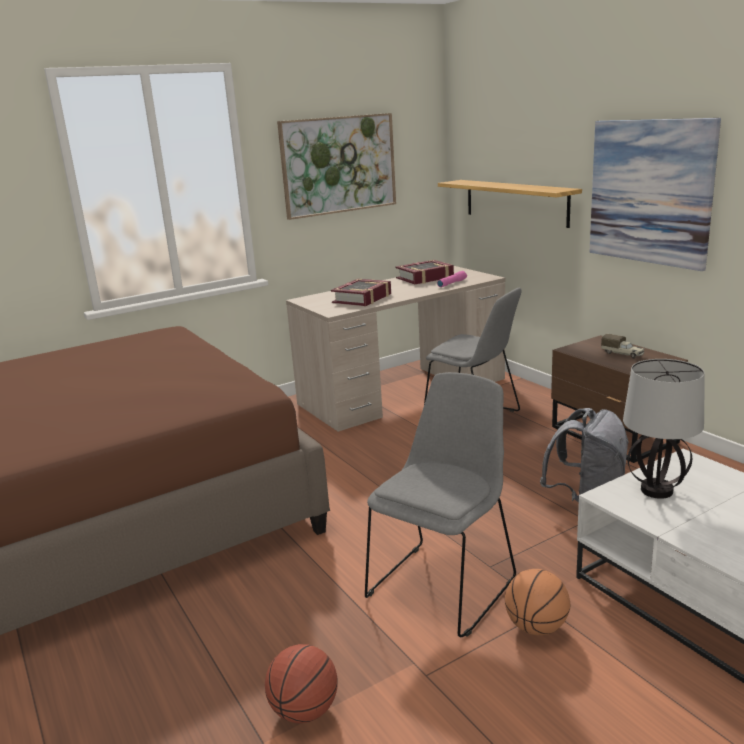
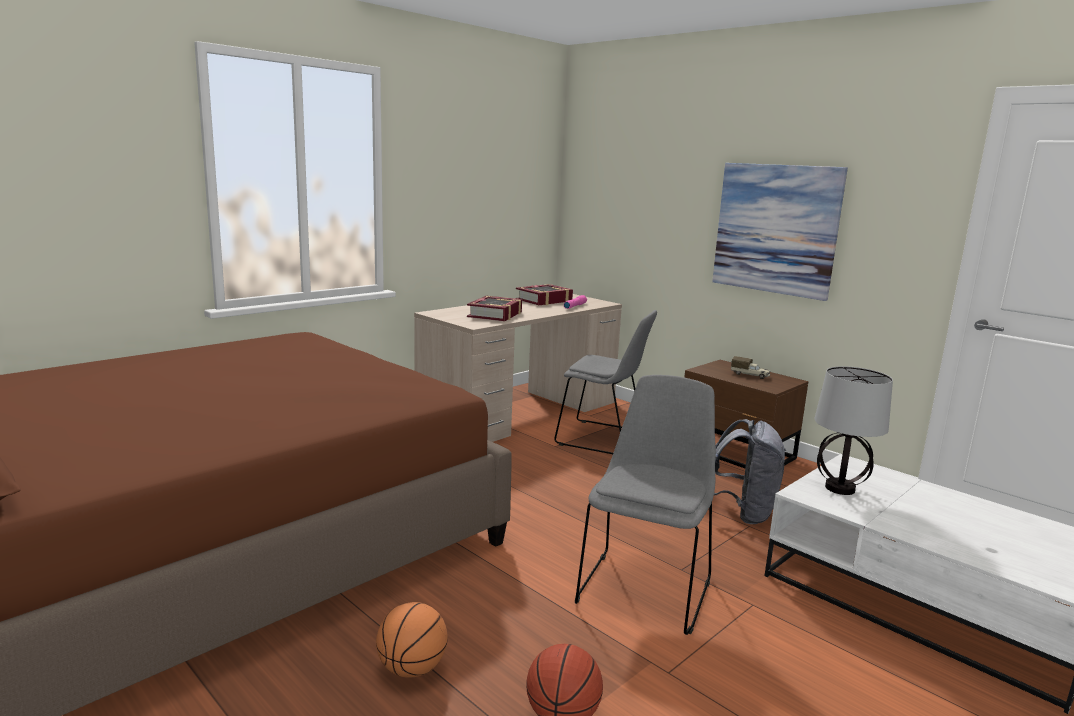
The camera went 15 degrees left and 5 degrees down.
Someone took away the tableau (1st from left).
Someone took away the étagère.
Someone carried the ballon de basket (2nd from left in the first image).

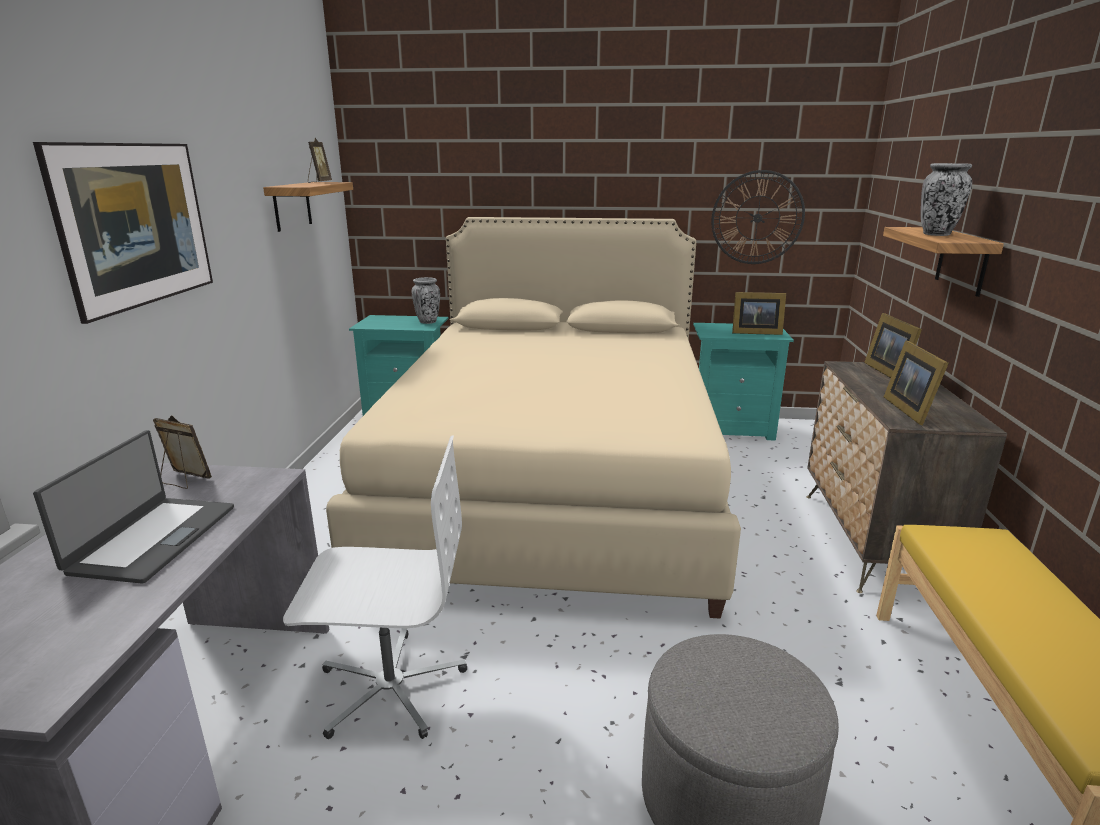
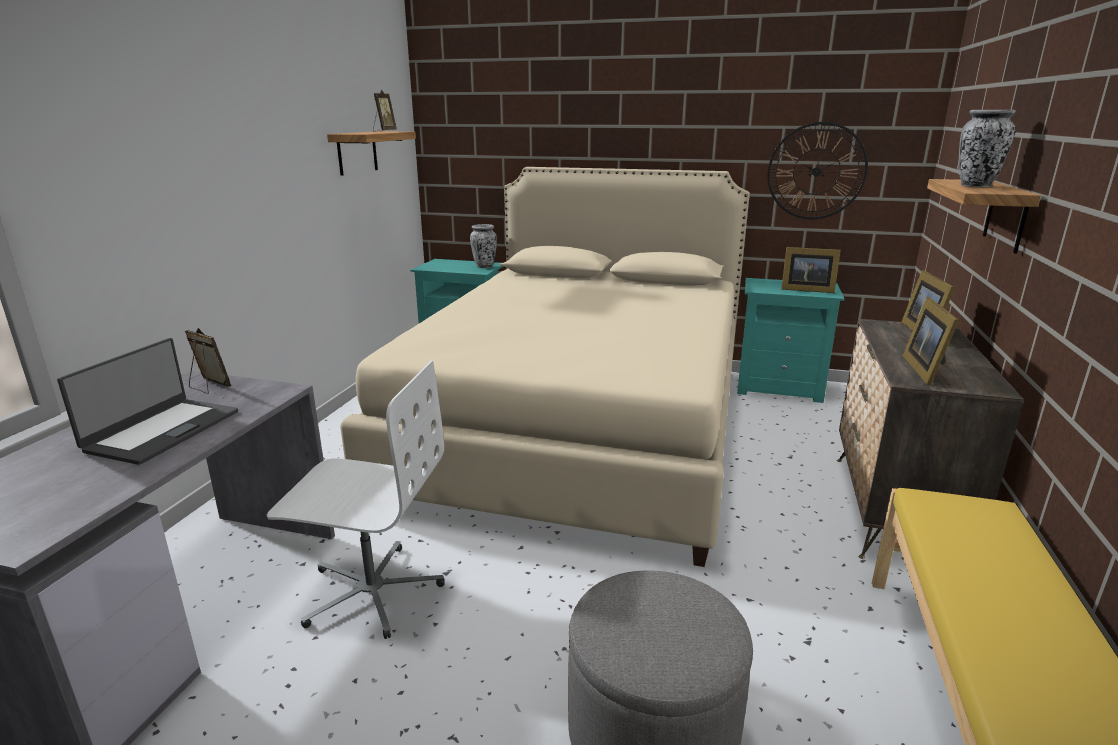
The camera went 10 degrees right and 0 degrees up.
Someone took away the tableau.

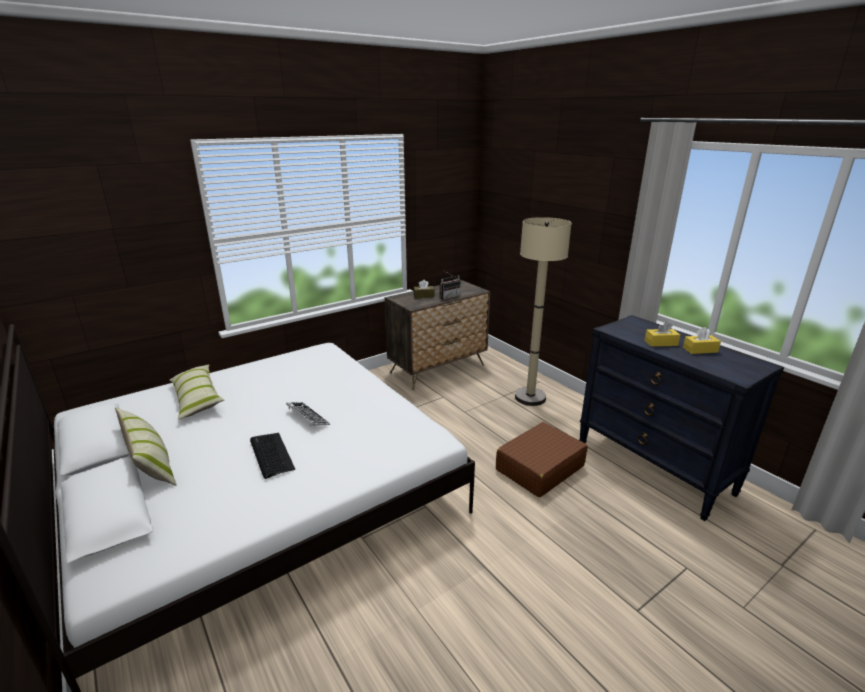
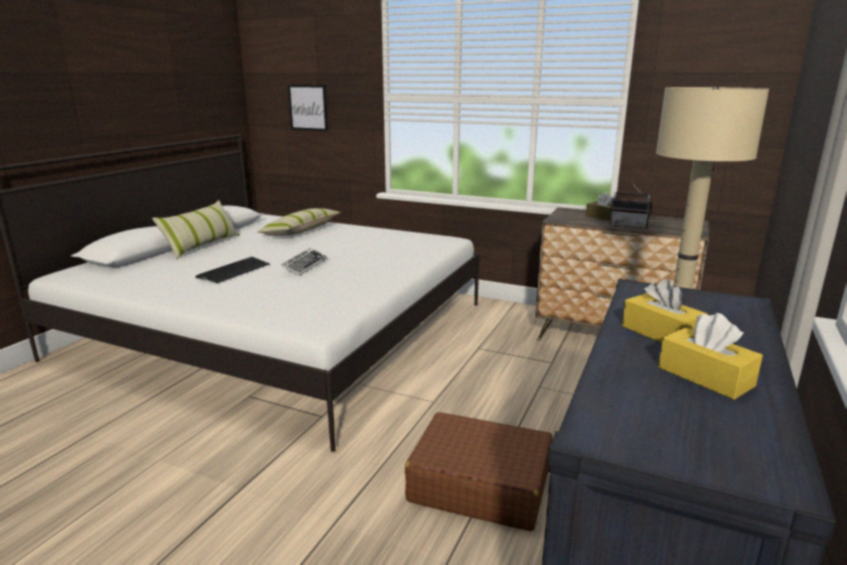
The camera went 60 degrees right and 5 degrees down.
Someone put up the tableau.

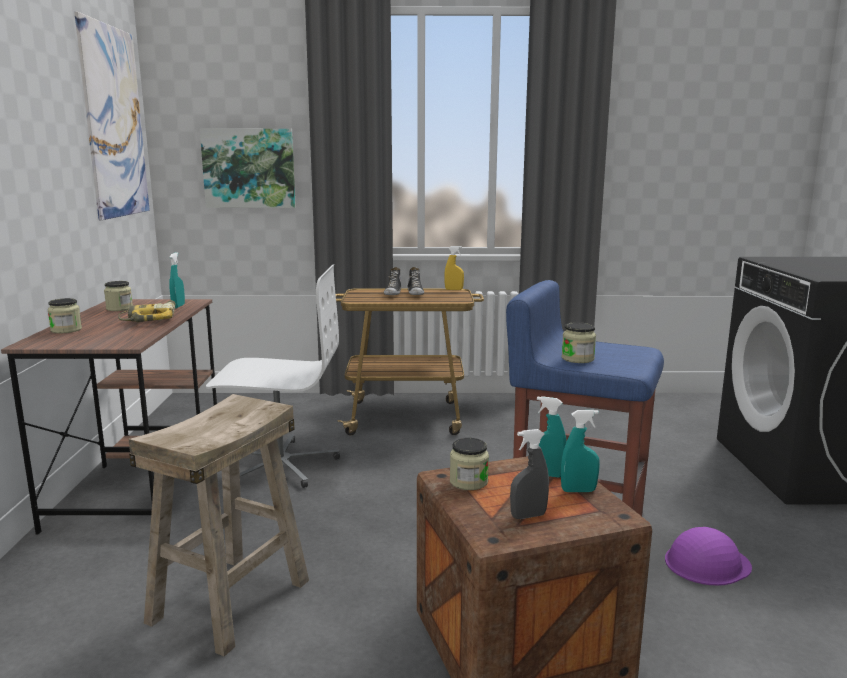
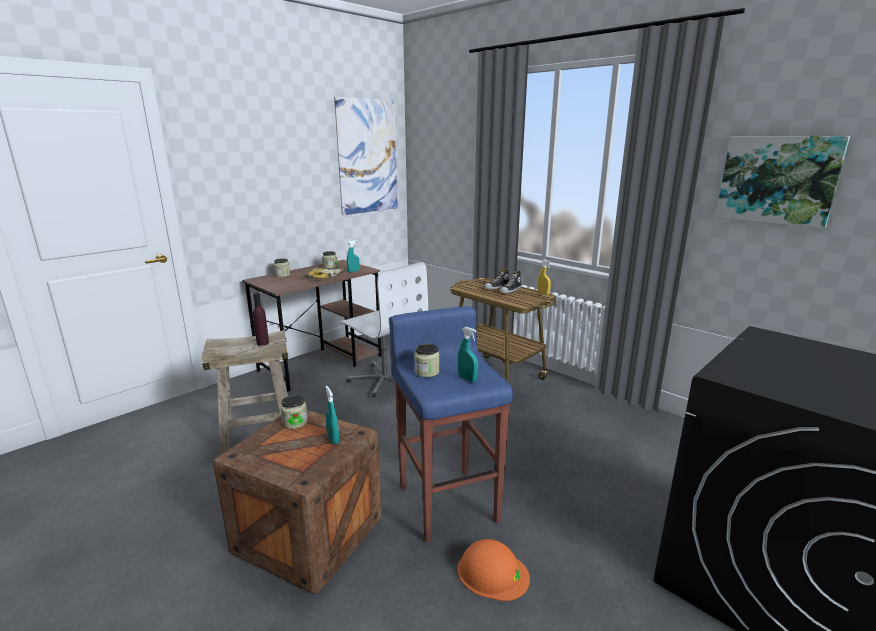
The camera went 45 degrees right and 5 degrees up.
Someone carried the tableau (2nd from left).
Someone took away the vaporisateur/gris.
Someone carried the vaporisateur/turquoise (3rd from left).
Someone repainted the casque de chantier/violet, which became the casque de chantier/orange.
Someone put down the bouteille/violet.

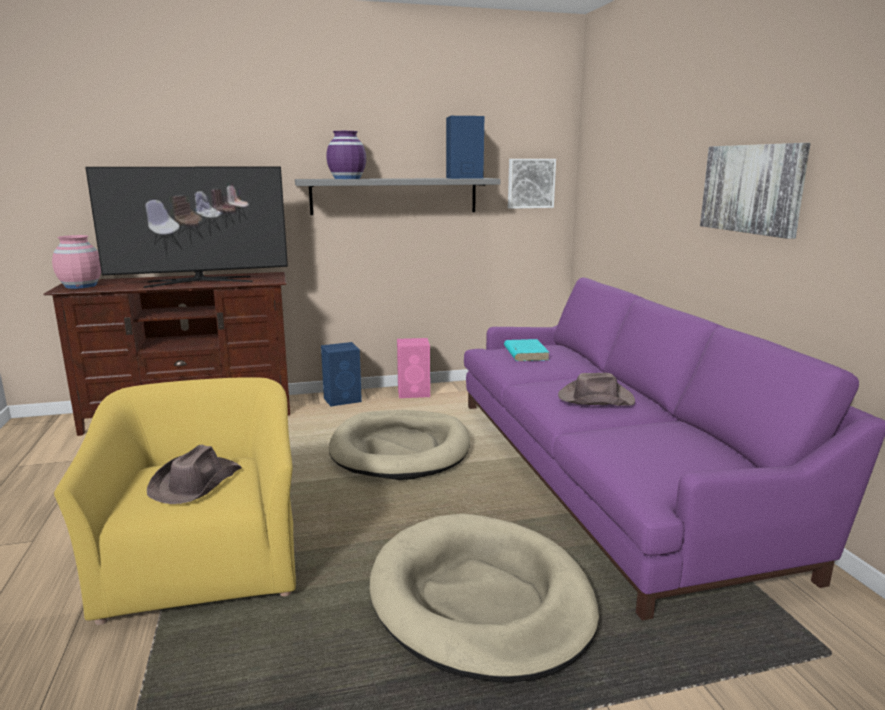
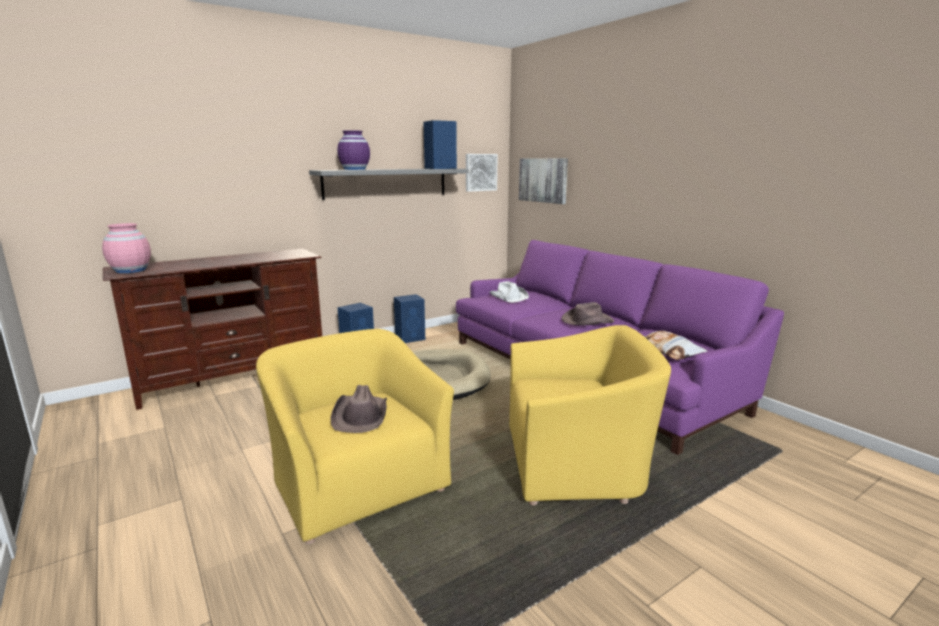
The camera went 20 degrees left and 0 degrees up.
Someone took away the téléviseur.
Someone swapped the panier pour chien/beige (2nd from left) for the fauteuil/jaune (2nd from left).
Someone repainted the enceinte/rose, which became the enceinte/bleu (2nd from left).
Someone swapped the livre/turquoise for the chapeau/blanc.
Someone carried the tableau (2nd from left).
Someone put down the coussin.

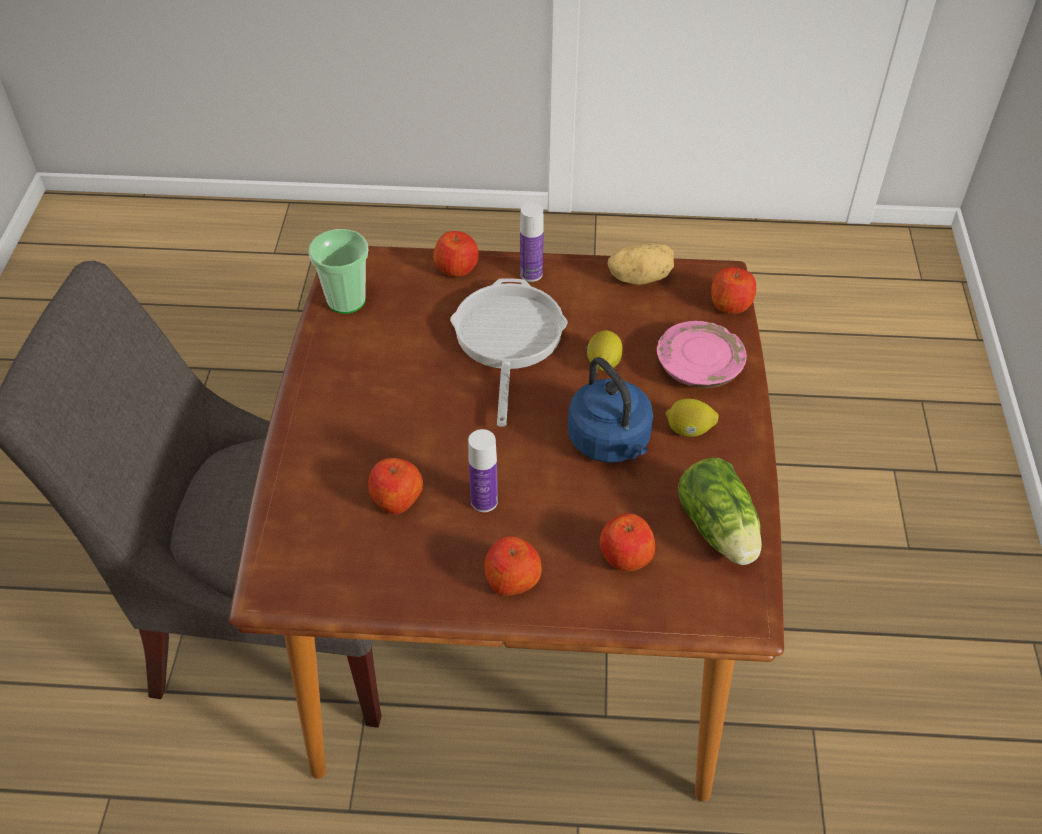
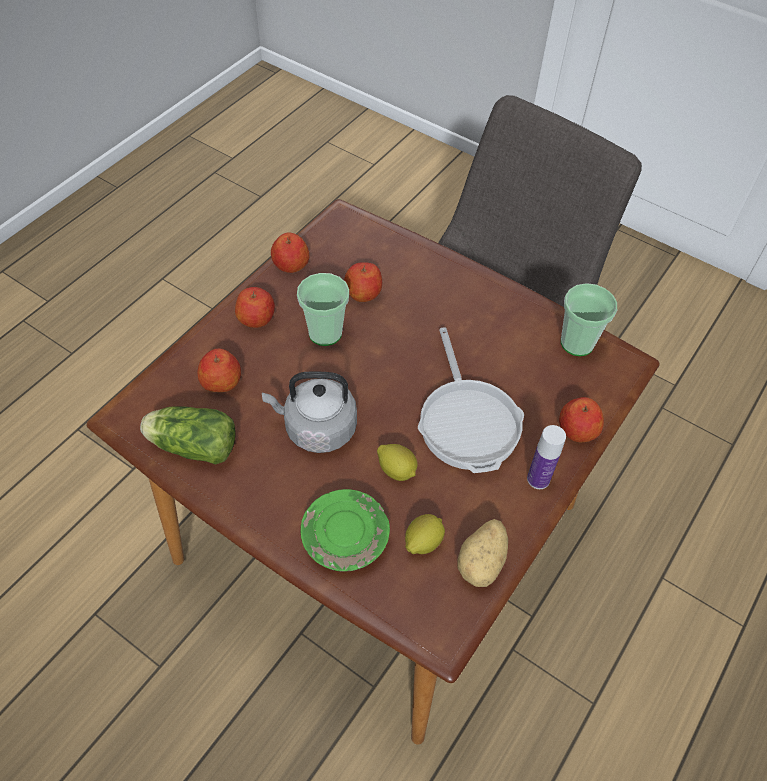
The camera went 120 degrees right and 5 degrees up.
Someone rotated the poêle by 45 degrees clockwise.
Someone swapped the bouteille (1st from left) for the tasse (1st from left).
Someone repainted the bouilloire/bleu, which became the bouilloire/gris.
Someone repainted the assiette/rose, which became the assiette/vert.
Someone carried the citron (2nd from left).
Someone carried the pomme (5th from left in the first image).

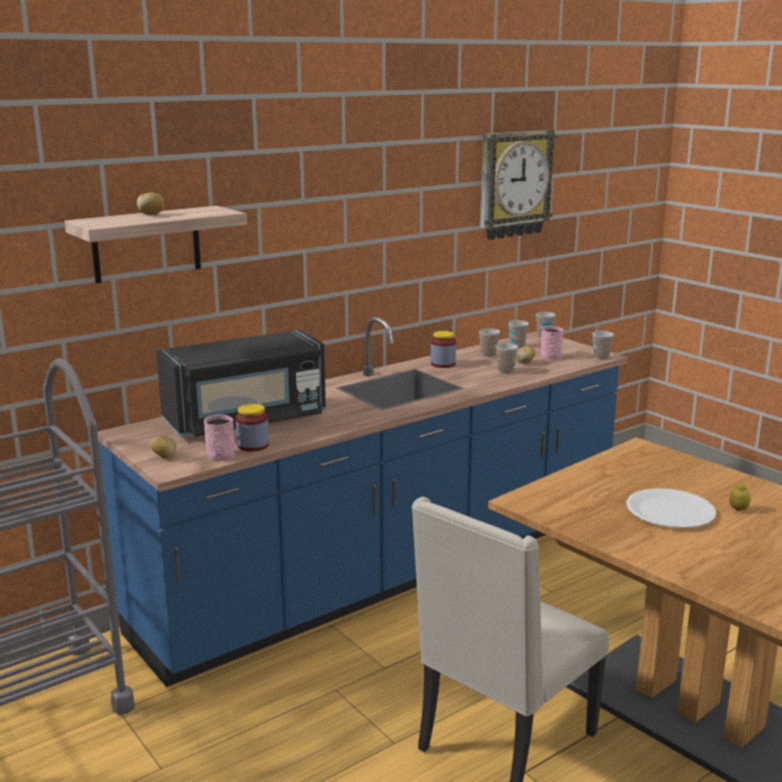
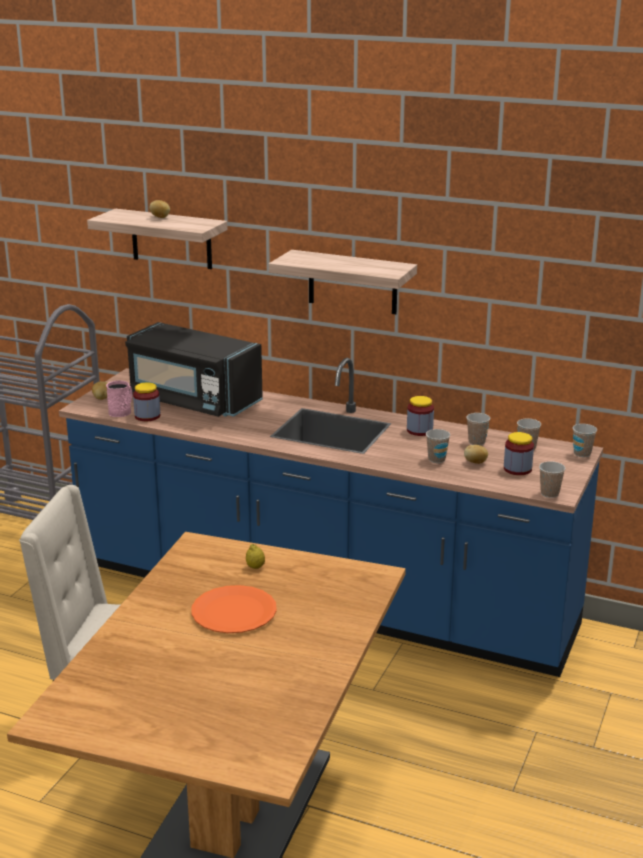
The camera went 60 degrees right and 5 degrees up.
Someone took away the horloge murale.
Someone swapped the mug/rose (2nd from left) for the bocal (3rd from left).
Someone repainted the assiette/blanc, which became the assiette/orange.
Someone carried the citron.
Someone put up the étagère (2nd from left).

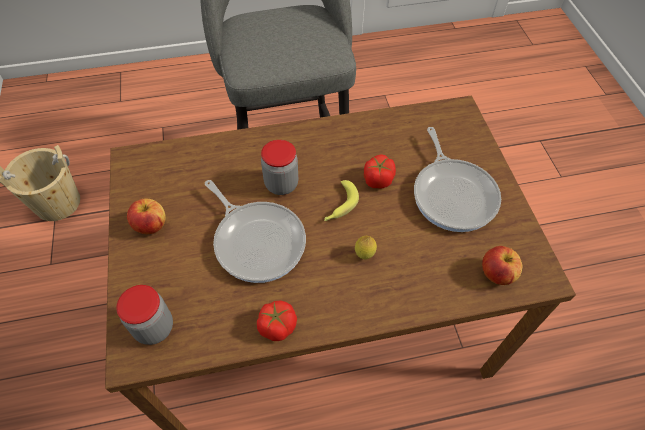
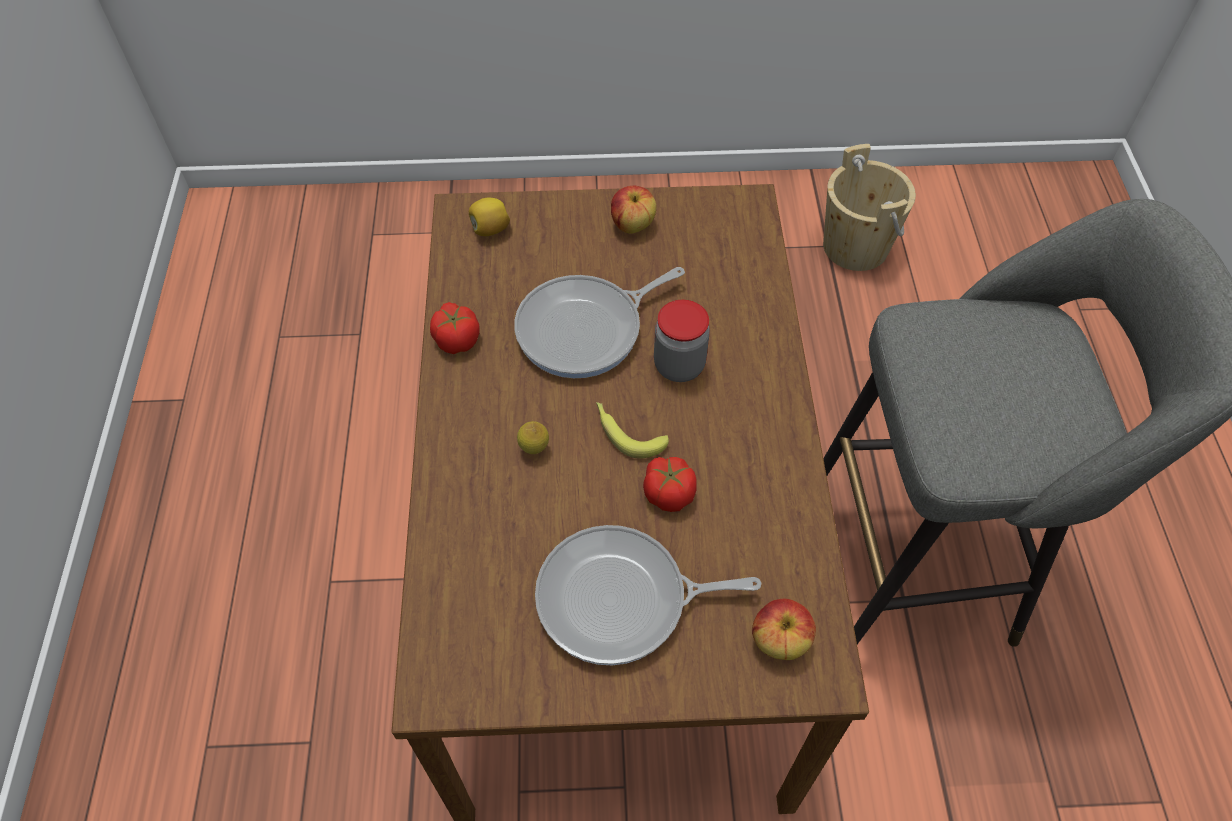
The camera went 100 degrees right and 0 degrees up.
Someone swapped the bocal (1st from left) for the citron (1st from left).
Someone carried the pomme (2nd from left).

